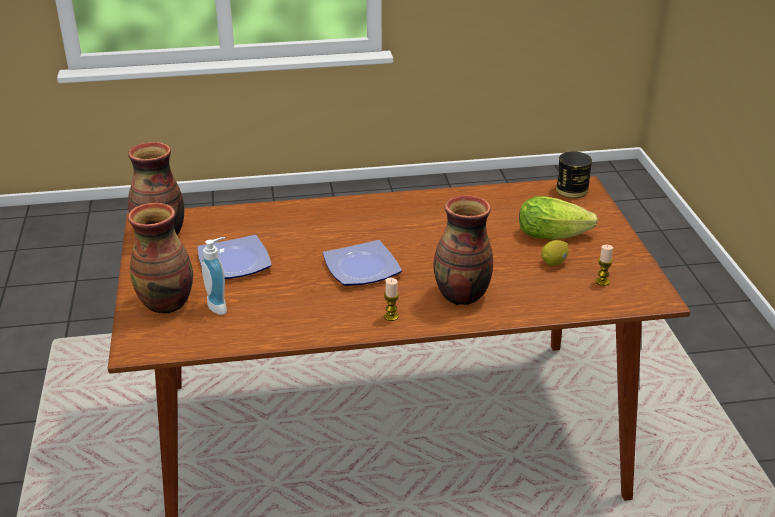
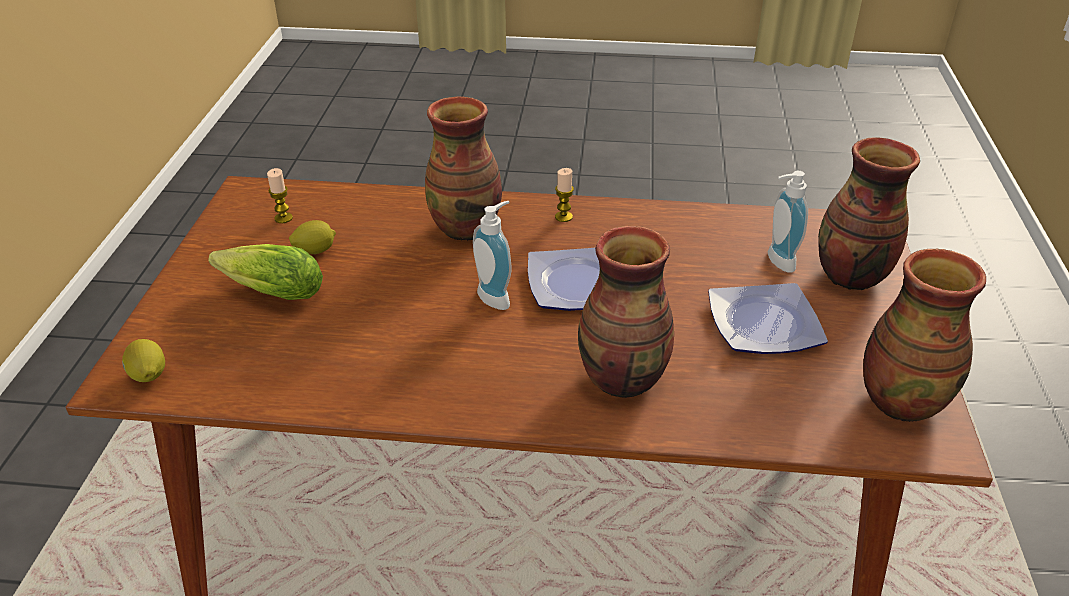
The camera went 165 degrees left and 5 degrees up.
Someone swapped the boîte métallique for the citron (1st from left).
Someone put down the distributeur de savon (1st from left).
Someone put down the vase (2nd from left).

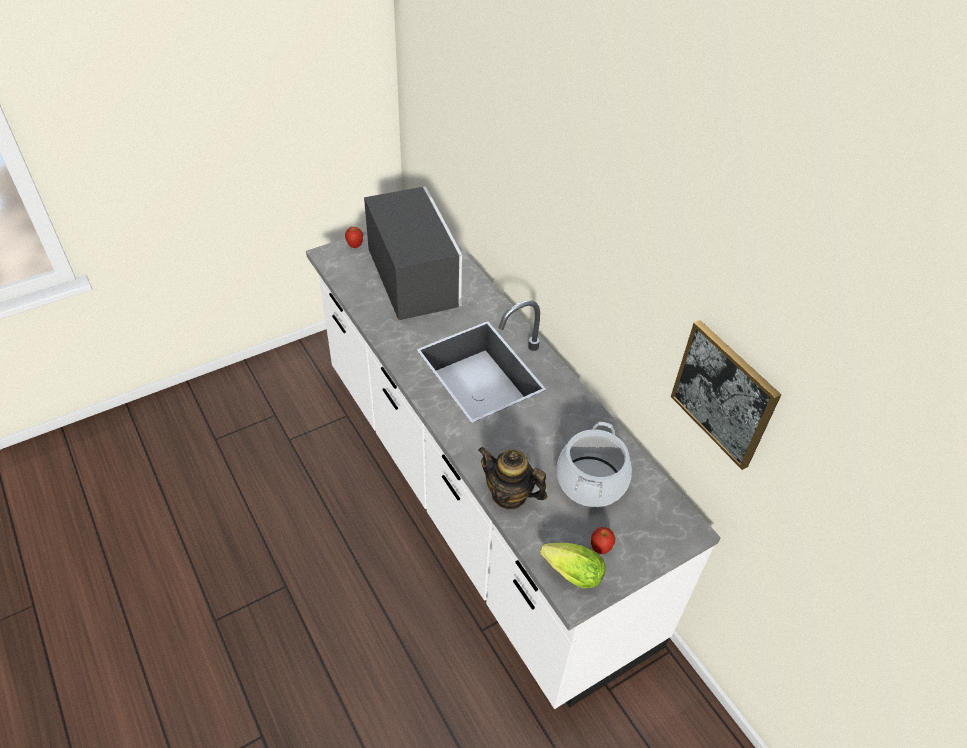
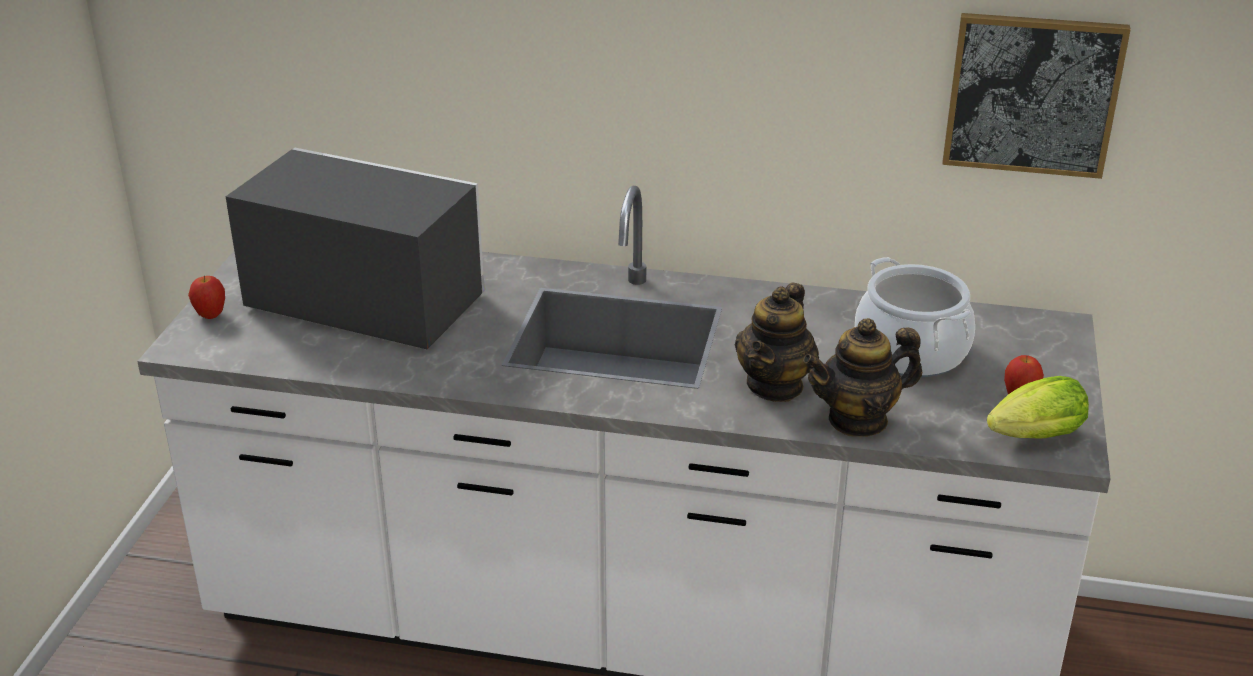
The camera went 45 degrees left and 15 degrees down.
Someone put down the théière (1st from left).

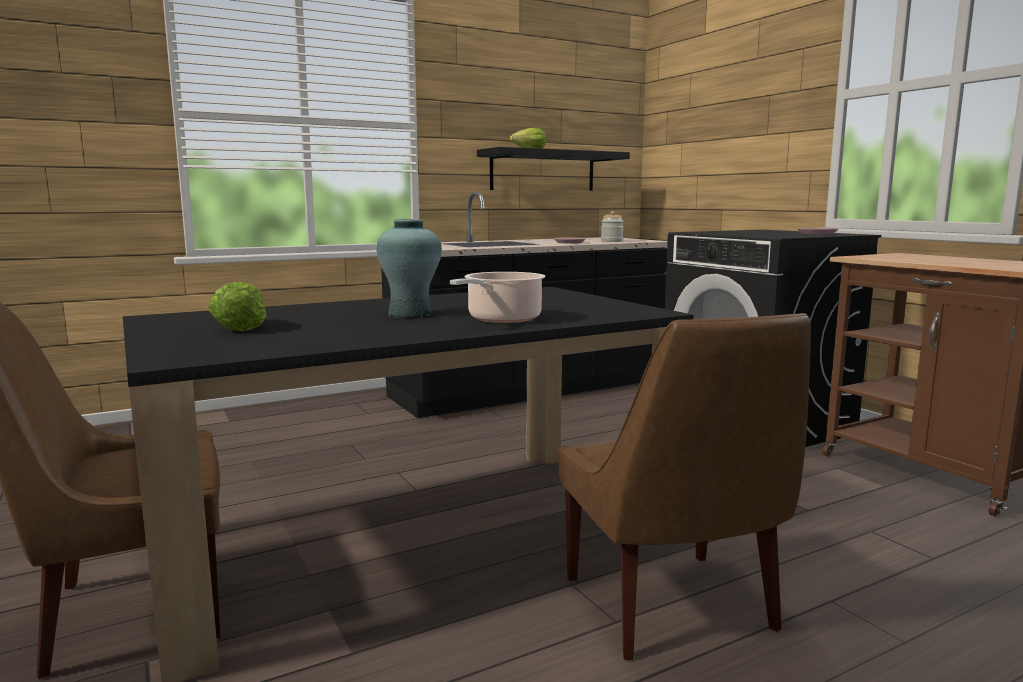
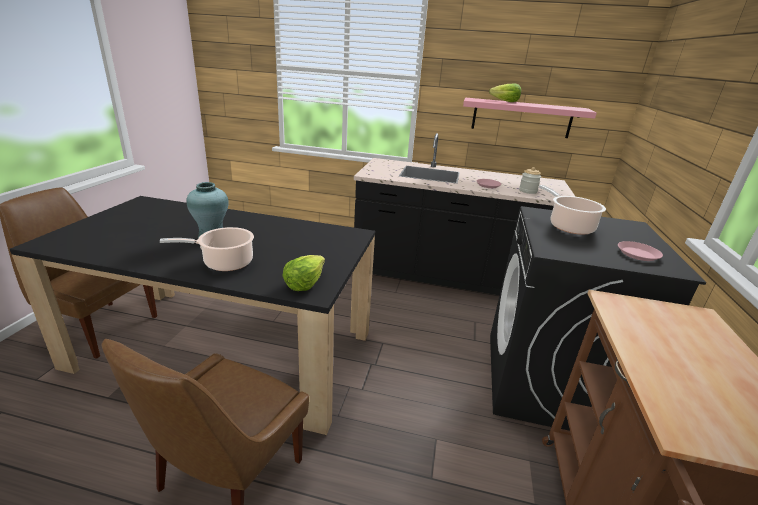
The camera went 40 degrees right and 15 degrees up.
Someone carried the laitue (1st from left).
Someone repainted the étagère/noir, which became the étagère/rose.
Someone put down the marmite (2nd from left).

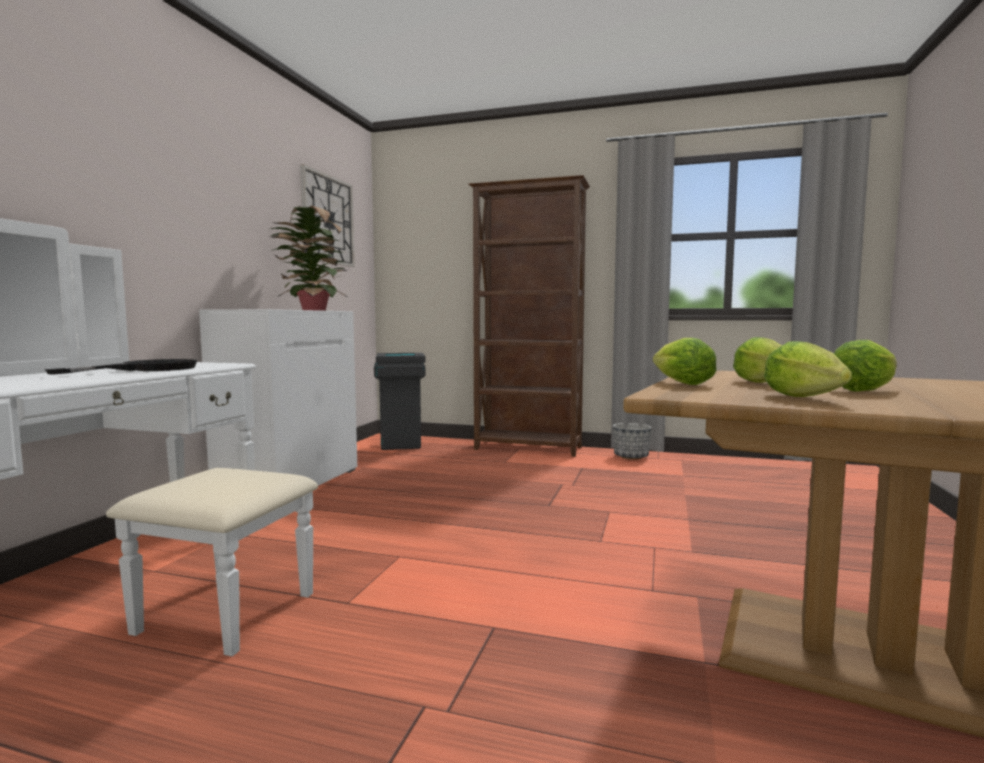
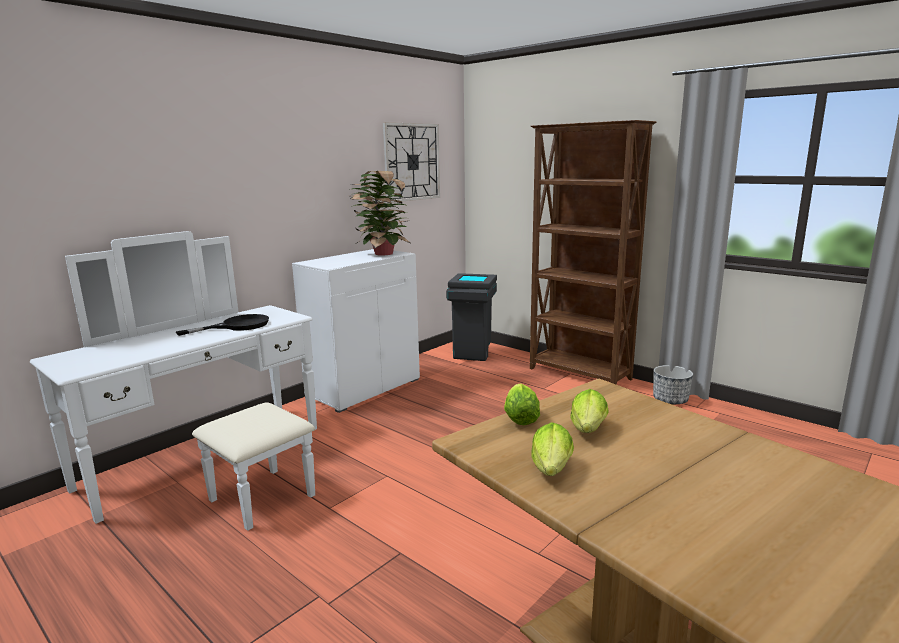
The camera went 25 degrees right and 10 degrees up.
Someone took away the laitue (4th from left).

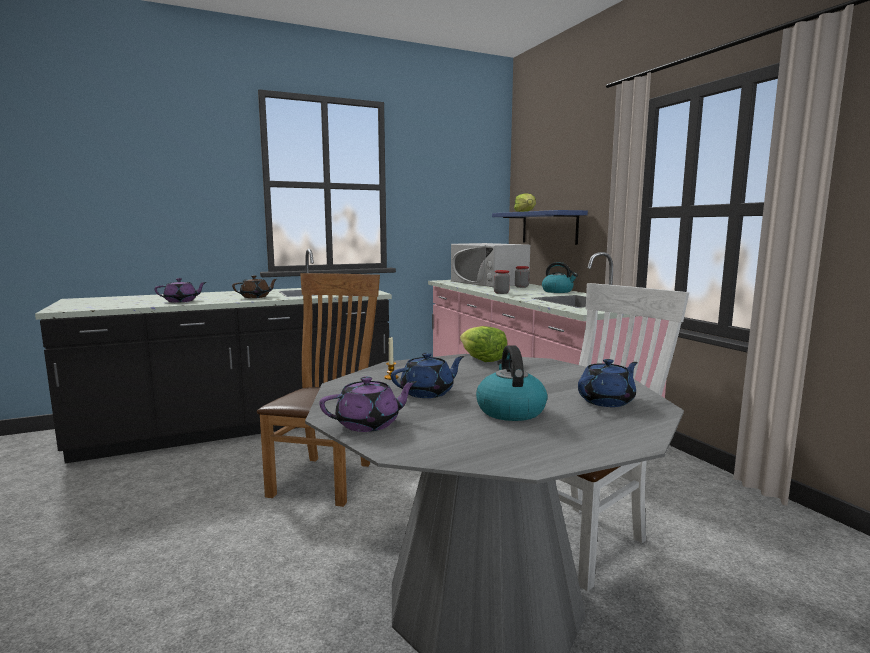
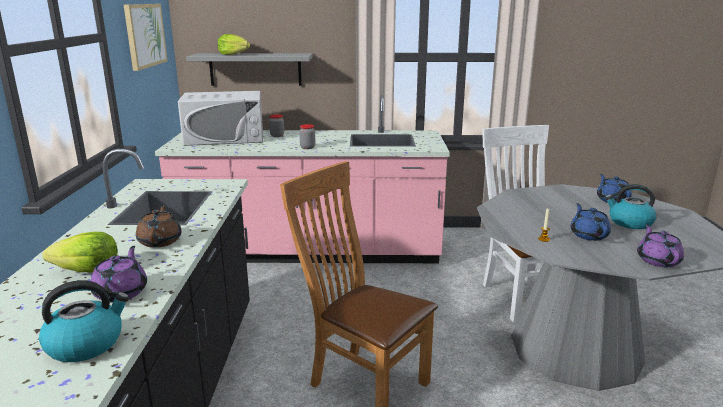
The camera went 65 degrees left and 10 degrees up.
Someone carried the laitue (1st from left).
Someone repainted the étagère/bleu, which became the étagère/gris.
Someone carried the bouilloire (2nd from left in the first image).
Someone put up the tableau.

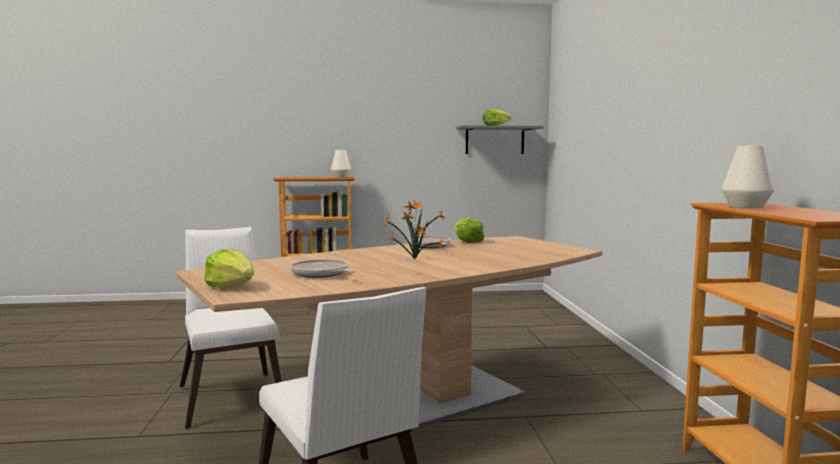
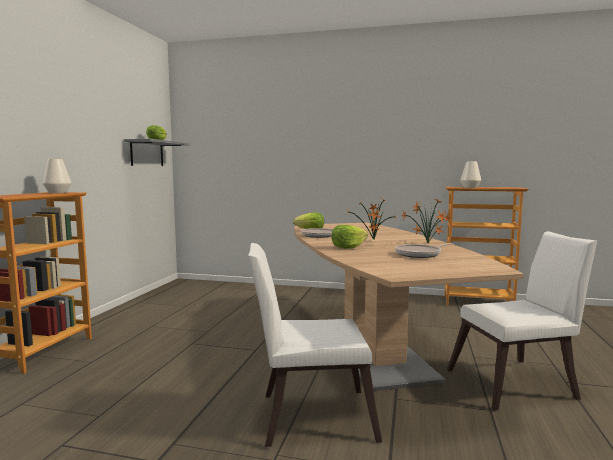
The camera went 70 degrees left and 0 degrees up.
Someone carried the laitue (1st from left in the first image).
Someone put down the plante en pot (2nd from left).

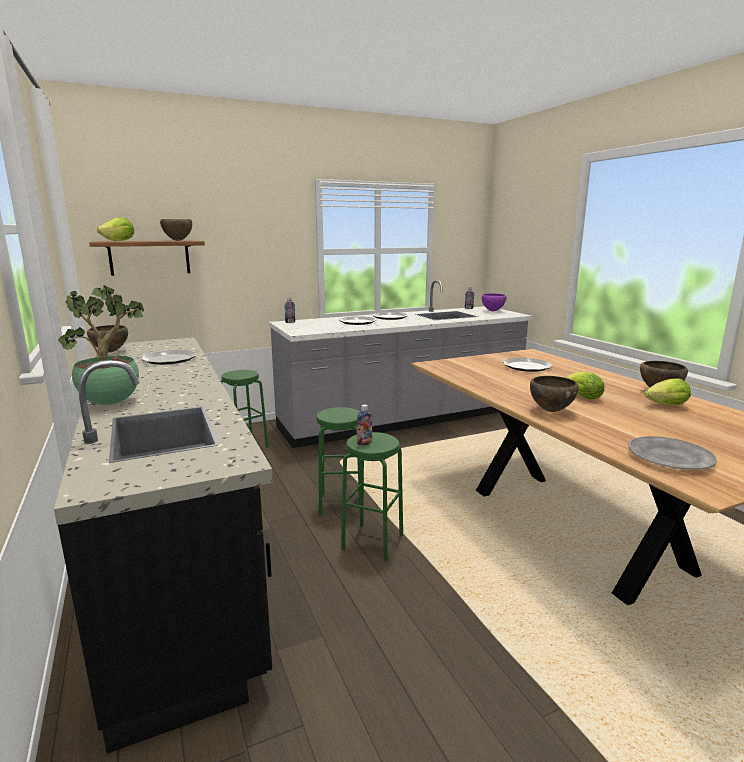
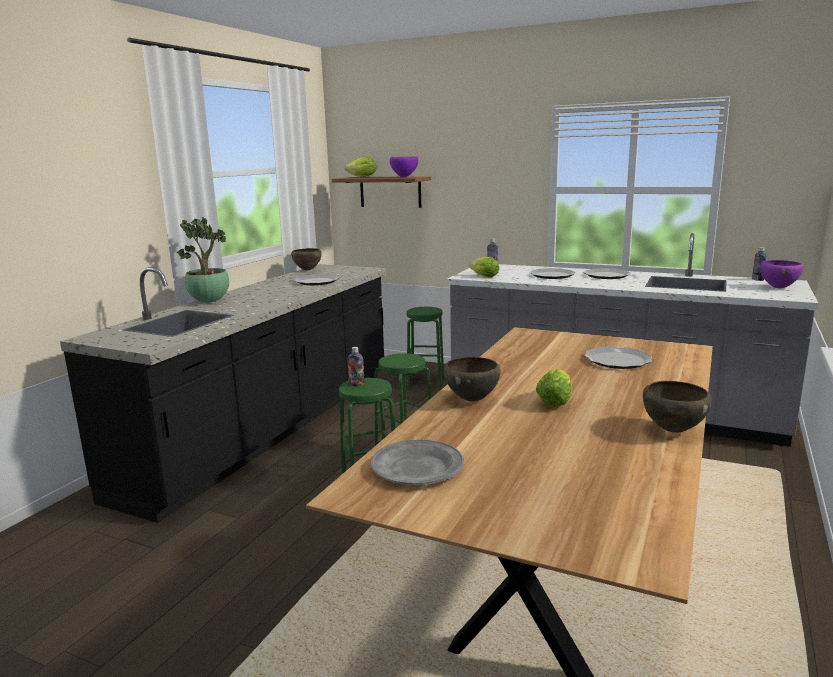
The camera went 50 degrees right and 0 degrees up.
Someone repainted the bol/marron (2nd from left), which became the bol/violet (1st from left).
Someone carried the laitue (3rd from left in the first image).

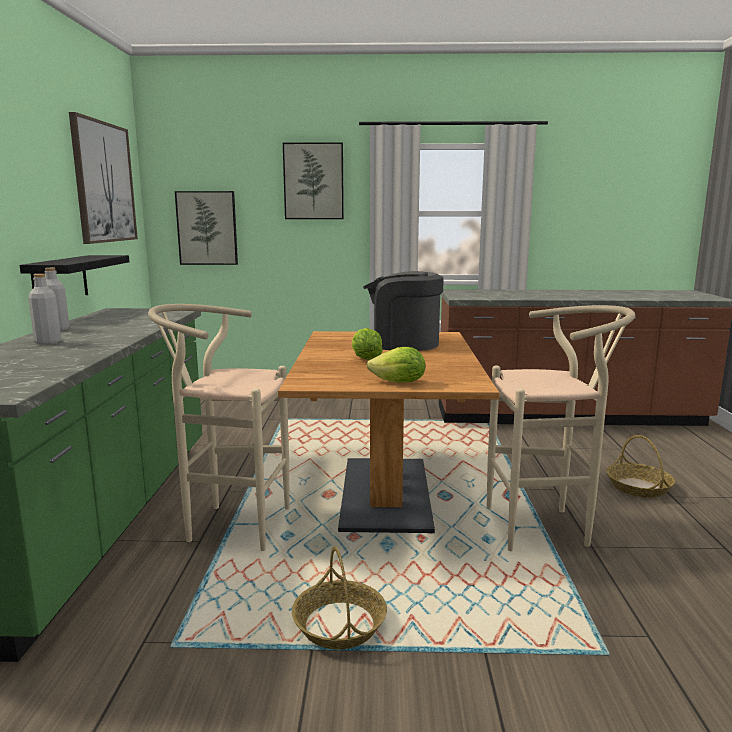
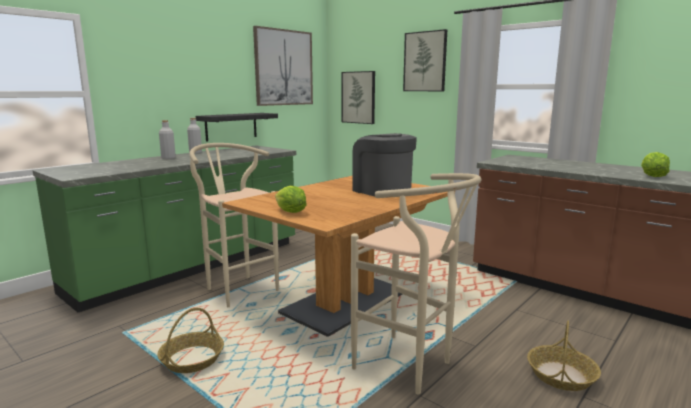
The camera went 40 degrees right and 0 degrees up.
Someone carried the laitue (1st from left in the first image).

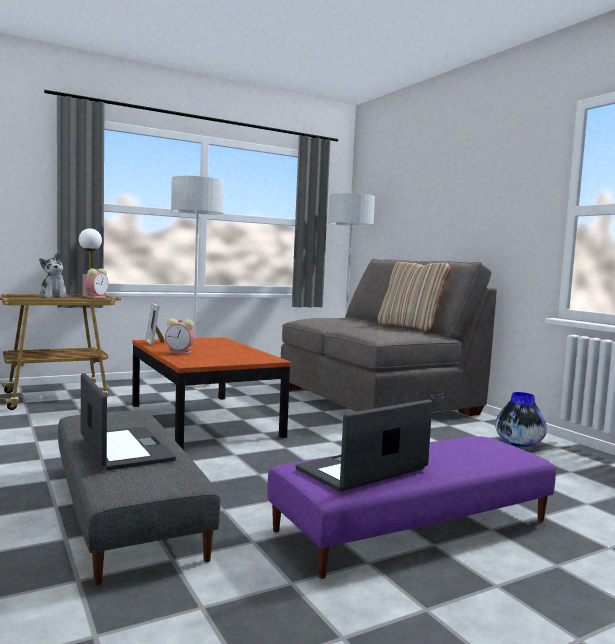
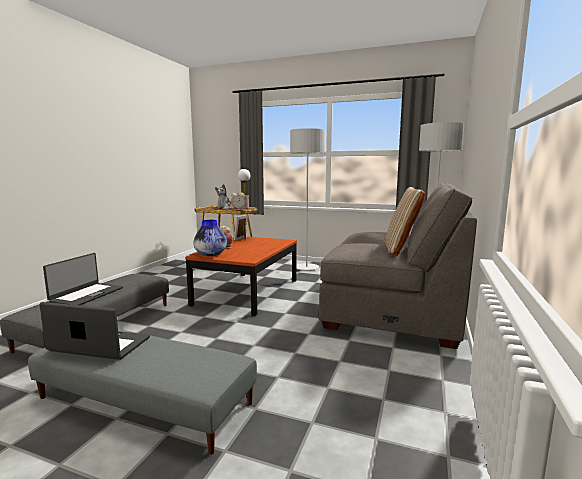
The camera went 50 degrees right and 5 degrees up.
Someone repainted the pouf/violet, which became the pouf/gris (2nd from left).
Someone carried the vase.

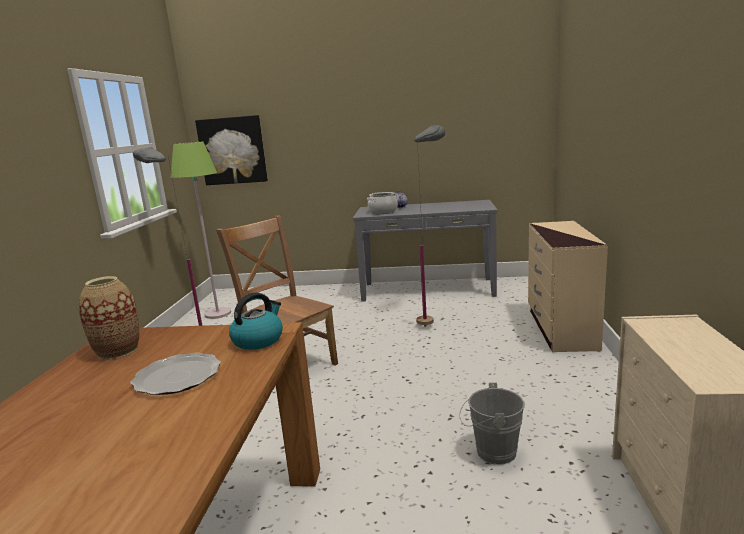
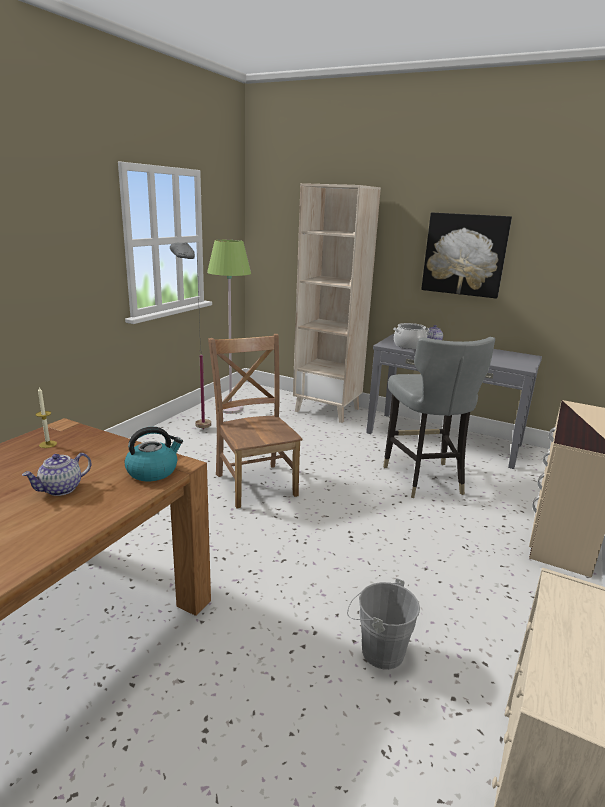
The camera went 20 degrees right and 5 degrees up.
Someone swapped the vase for the bougie.
Someone swapped the assiette for the théière (1st from left).
Someone carried the tableau.
Someone swapped the lampadaire/gris (2nd from left) for the chaise/gris.
Someone put down the bibliothèque/beige.

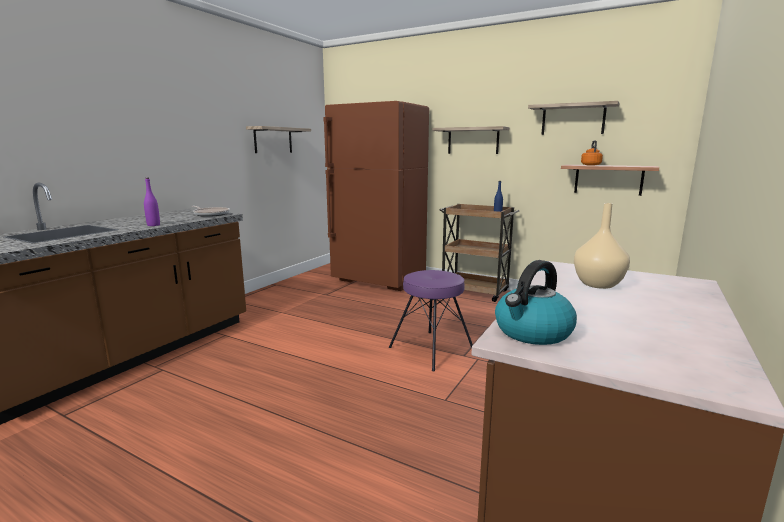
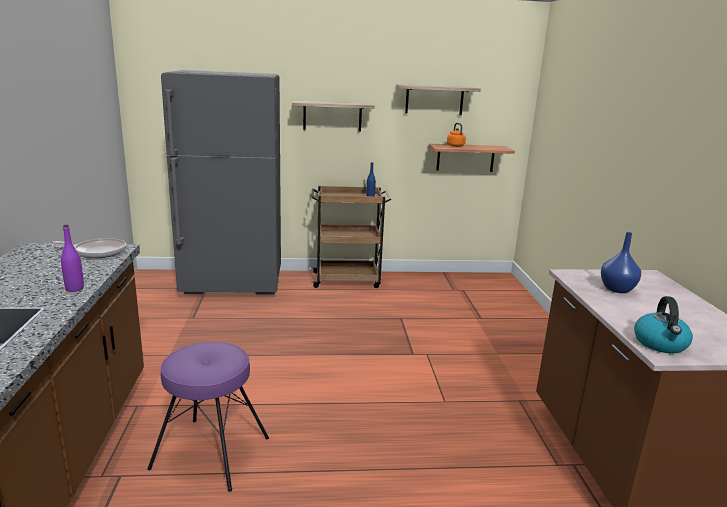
The camera went 35 degrees left and 5 degrees up.
Someone took away the étagère (1st from left).
Someone repainted the réfrigérateur/marron, which became the réfrigérateur/gris.
Someone carried the tabouret/violet.
Someone repainted the vase/beige, which became the vase/bleu.

